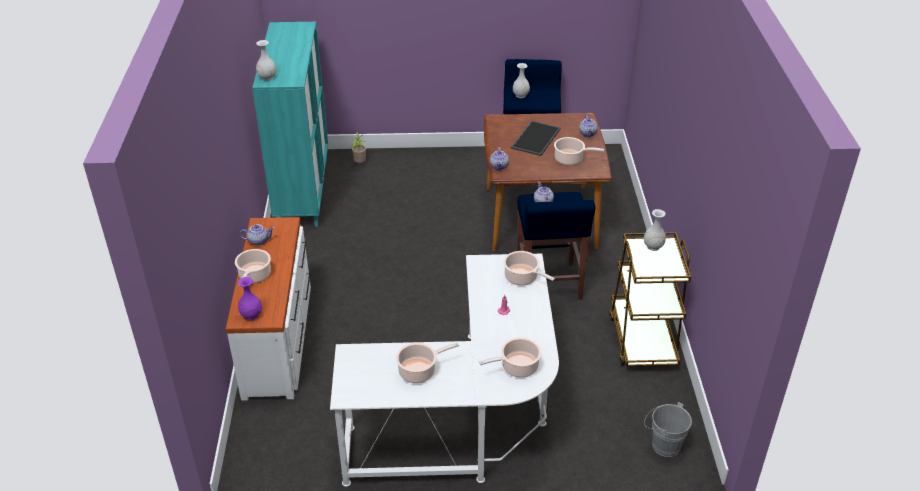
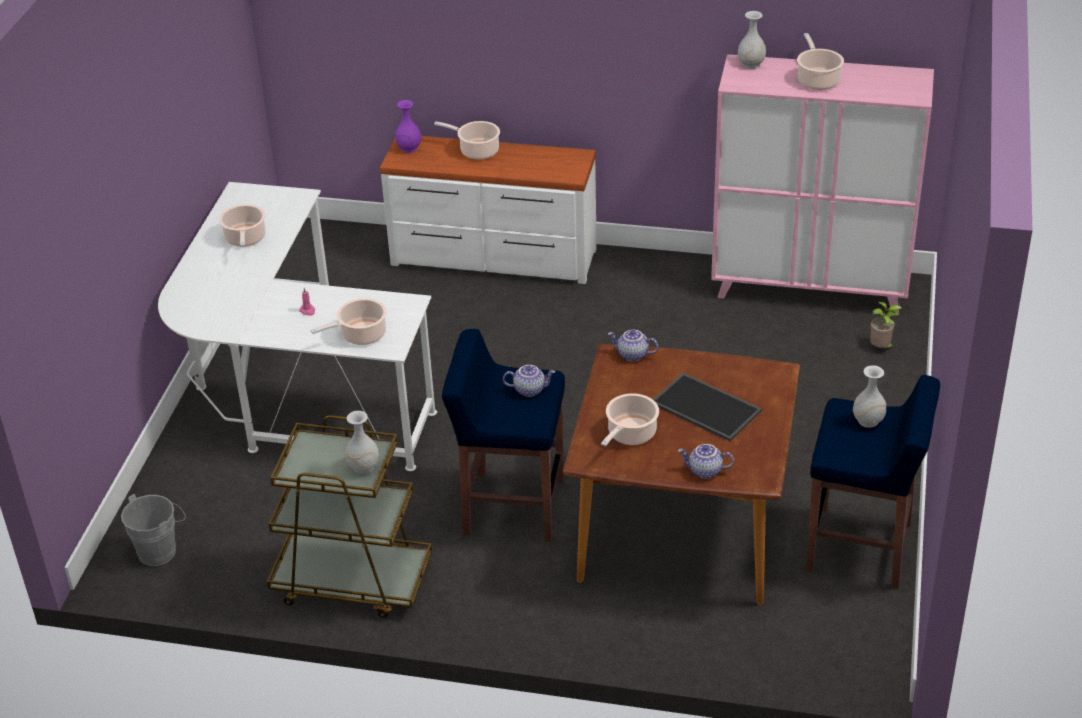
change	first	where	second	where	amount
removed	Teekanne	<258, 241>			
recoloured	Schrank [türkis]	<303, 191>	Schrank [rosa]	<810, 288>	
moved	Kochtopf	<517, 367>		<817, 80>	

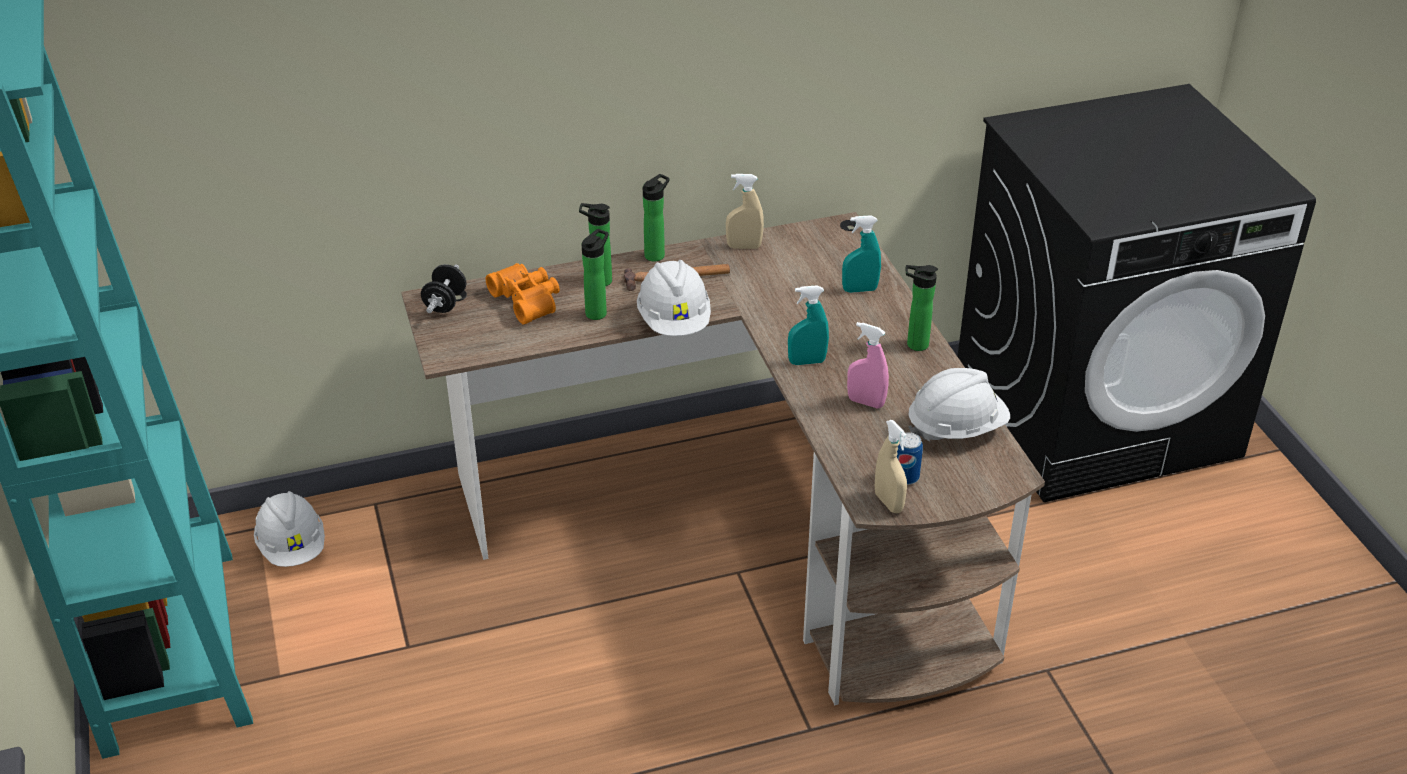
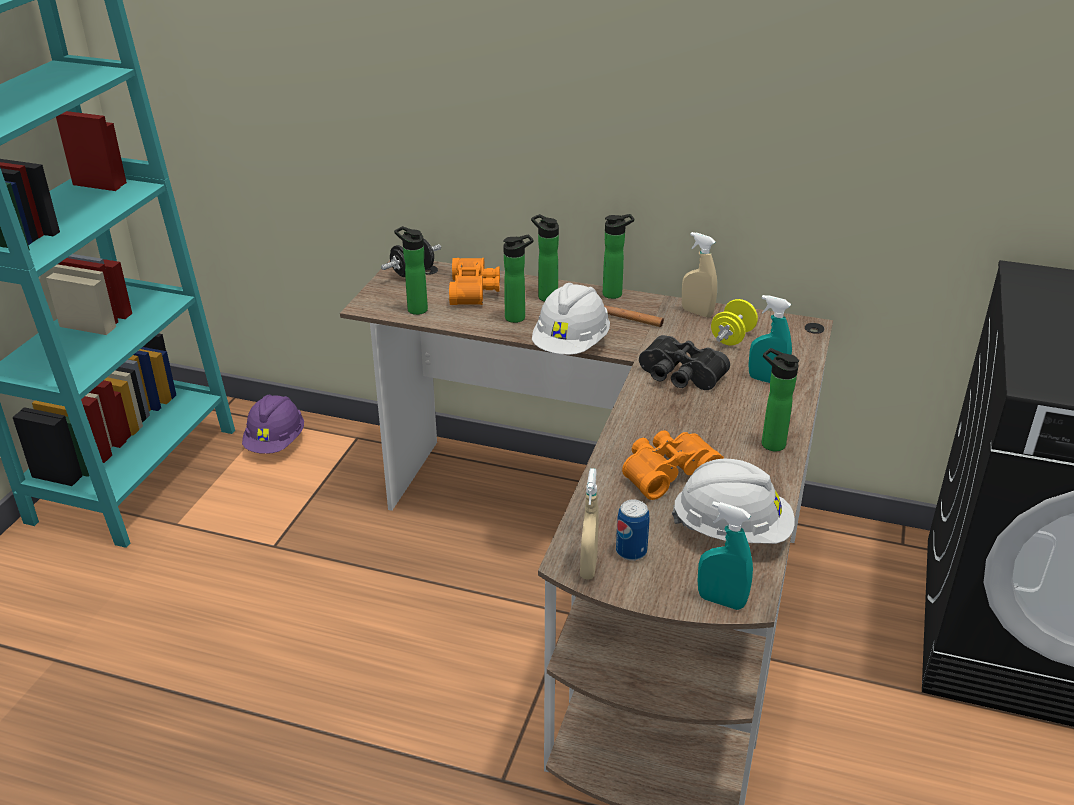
change	first	where	second	where	amount
recoloured	Schutzhelm [weiß]	<293, 547>	Schutzhelm [lila]	<276, 442>	
moved	Sprühflasche [türkis]	<807, 362>		<721, 601>	
replaced	Sprühflasche [rosa]	<865, 402>	Fernglas [orange]	<666, 472>	
added			Flasche	<415, 309>	
added			Fernglas [schwarz]	<679, 377>	
added			Hantel [gelb]	<732, 337>	

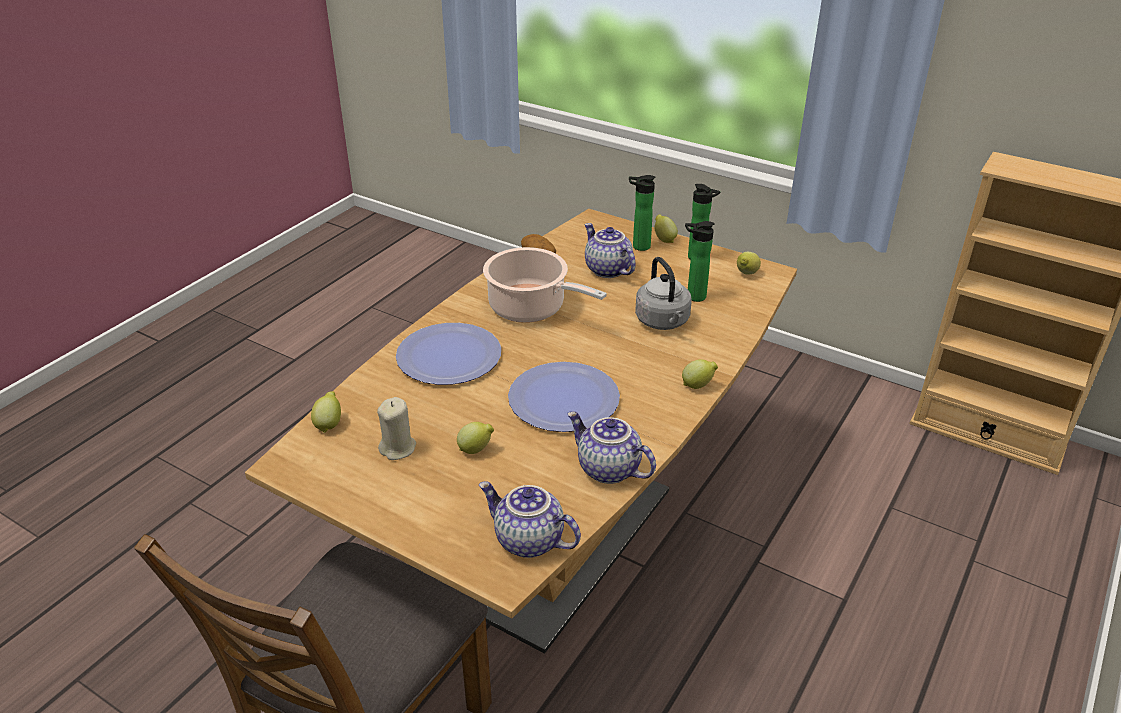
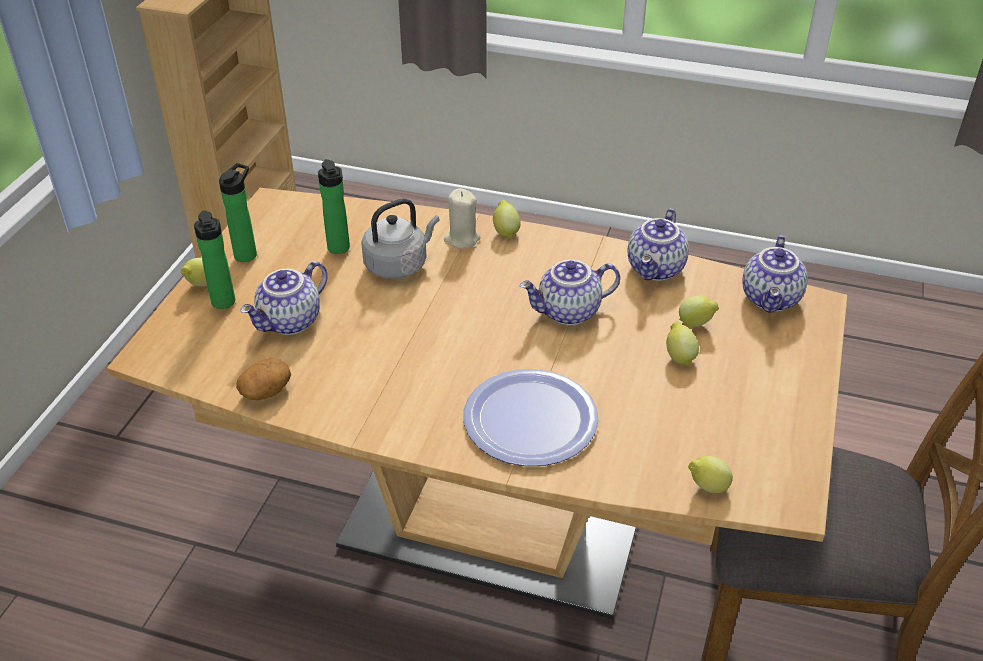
change	first	where	second	where	amount
moved	Kerze [beige]	<398, 448>		<462, 239>	
removed	Kochtopf	<531, 308>			
replaced	Teller	<563, 399>	Teekanne	<568, 313>	
moved	Zitrone	<746, 274>		<696, 324>	

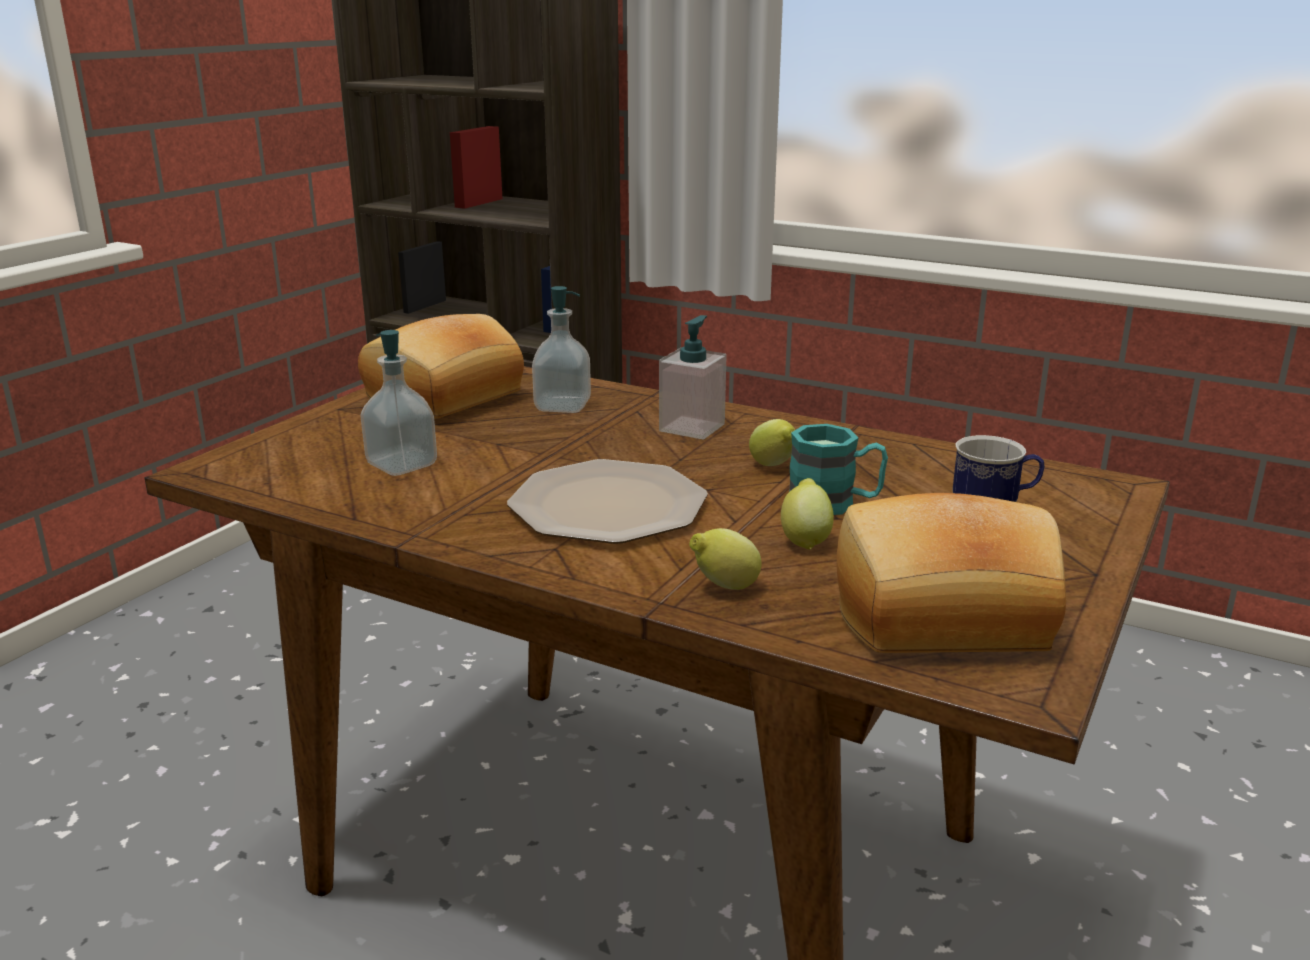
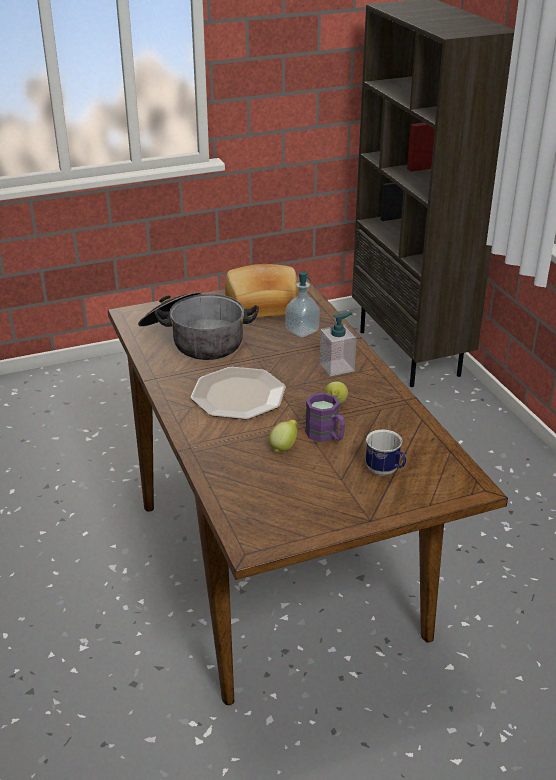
change	first	where	second	where	amount
replaced	Seifenspender	<402, 465>	Kochtopf	<195, 340>	
removed	Zitrone	<724, 587>			
recoloured	Henkelbecher [türkis]	<835, 504>	Henkelbecher [lila]	<326, 436>	
removed	Brot	<941, 617>			

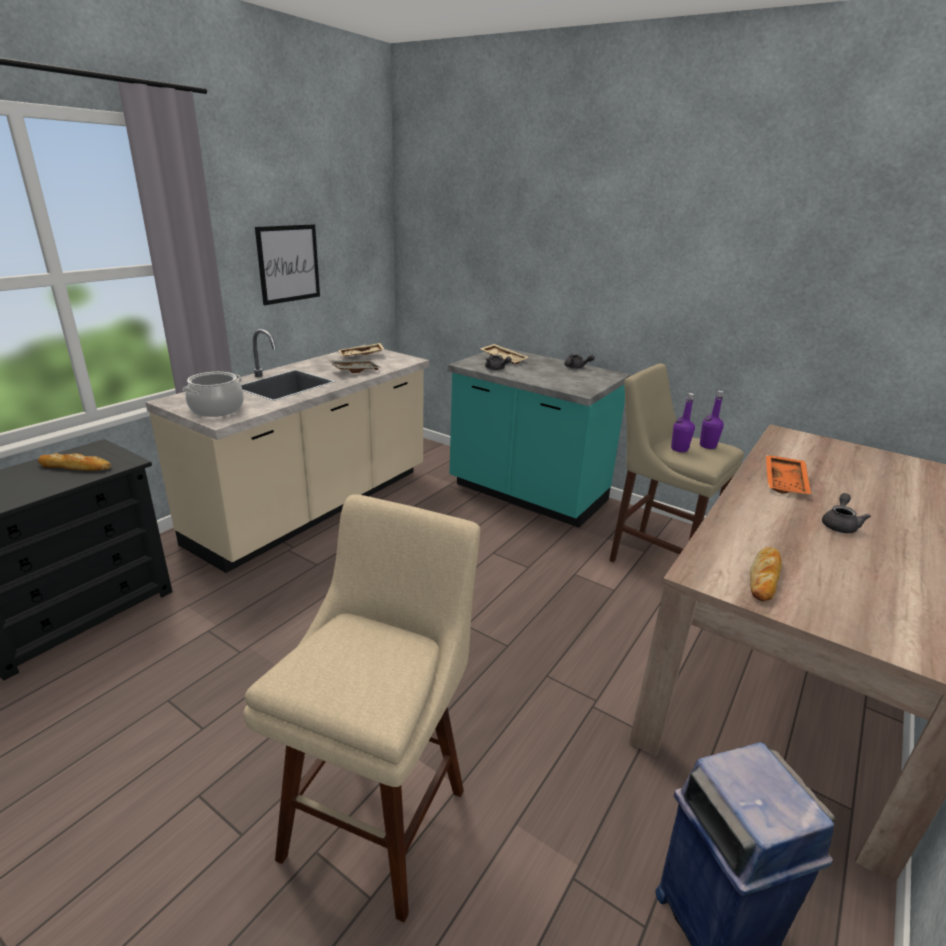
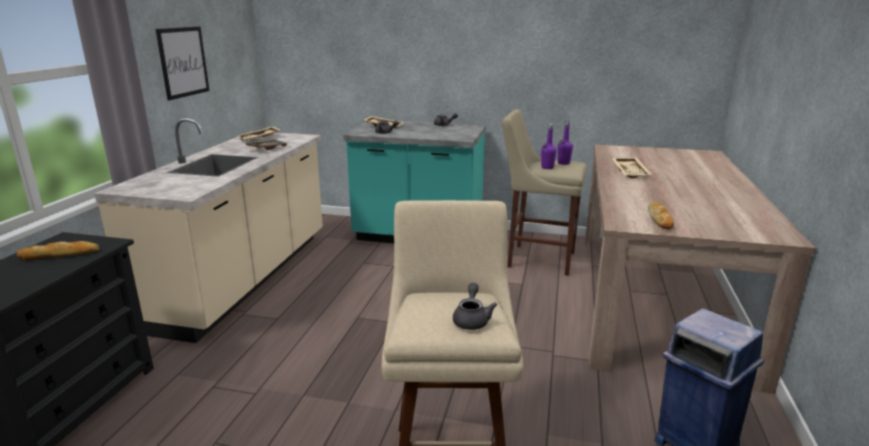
change	first	where	second	where	amount
removed	Kochtopf	<217, 409>			
recoloured	Tablett [orange]	<786, 482>	Tablett [beige]	<631, 172>	
moved	Teekanne [grau]	<839, 525>		<472, 319>	

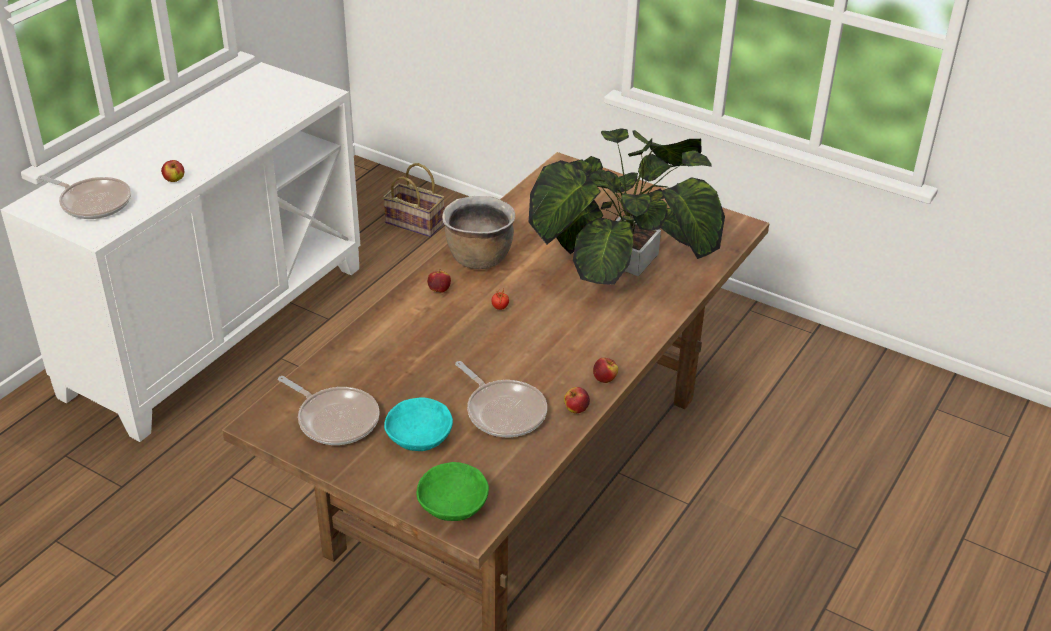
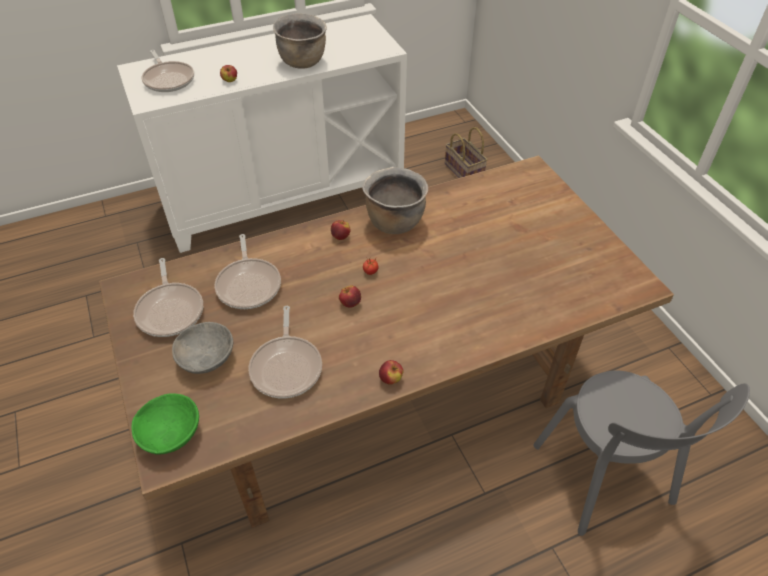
change	first	where	second	where	amount
recoloured	Schüssel [türkis]	<419, 438>	Schüssel [grau]	<207, 357>	
removed	Topfpflanze	<627, 257>			
moved	Apfel	<576, 409>		<350, 303>	
added			Pfanne	<249, 284>	
added			Kochtopf [braun]	<303, 62>	
added			Stuhl [grau]	<605, 479>	

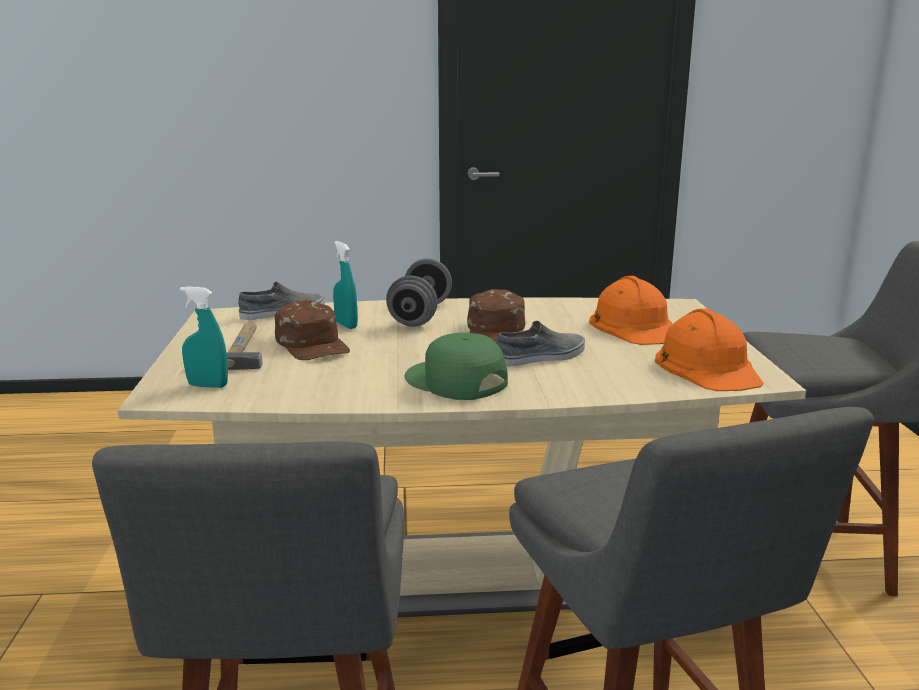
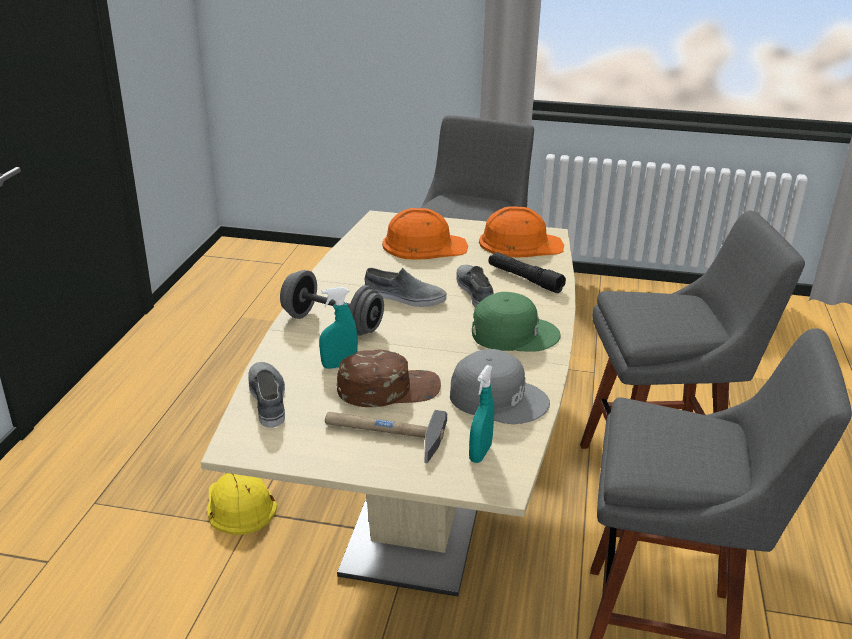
change	first	where	second	where	amount
turned	Kappe [grün]	<455, 381>		<513, 333>	150 degrees counterclockwise
replaced	Kappe [braun]	<497, 331>	Schuh [grau]	<404, 297>	
added			Schutzhelm [gelb]	<239, 505>	
added			Kappe [grau]	<498, 397>	
added			Taschenlampe [schwarz]	<525, 279>	

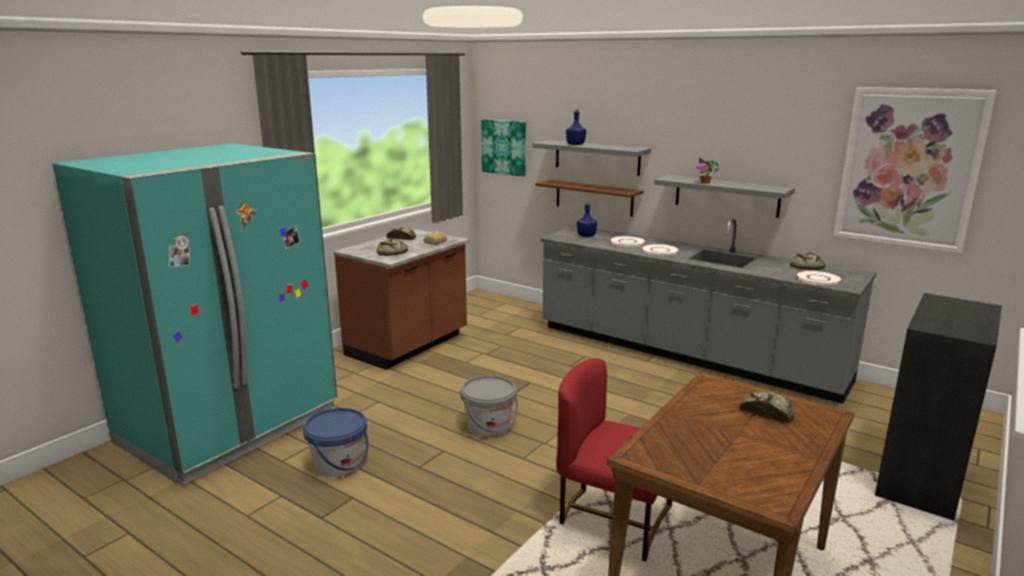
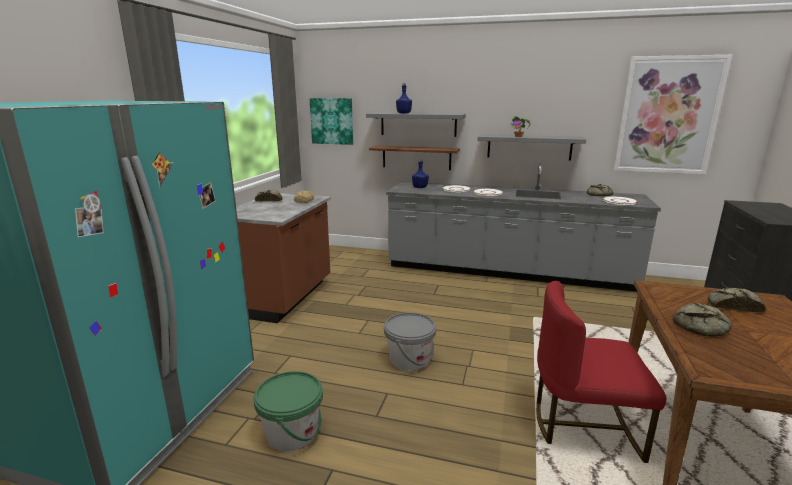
change	first	where	second	where	amount
recoloured	Eimer [blau]	<339, 464>	Eimer [grün]	<292, 433>	
moved	Brot	<391, 253>		<702, 326>	

